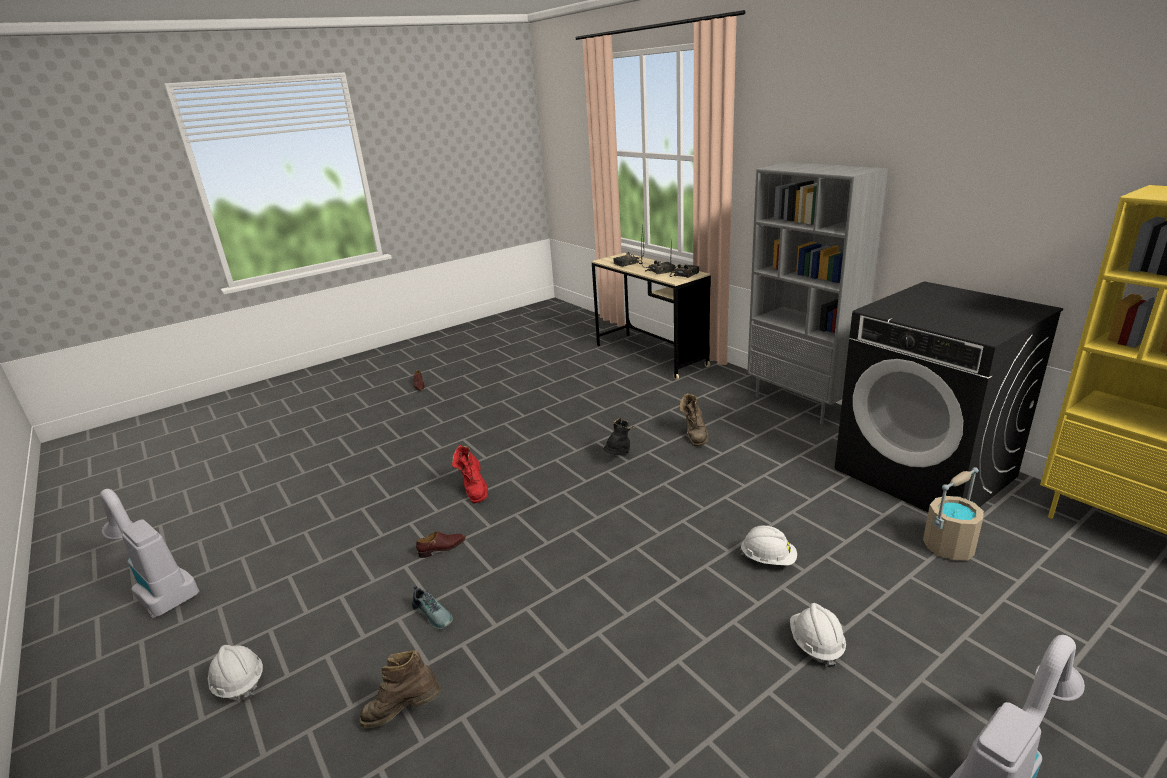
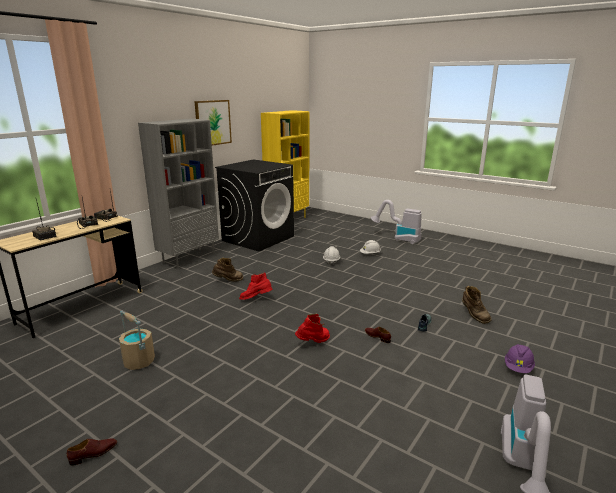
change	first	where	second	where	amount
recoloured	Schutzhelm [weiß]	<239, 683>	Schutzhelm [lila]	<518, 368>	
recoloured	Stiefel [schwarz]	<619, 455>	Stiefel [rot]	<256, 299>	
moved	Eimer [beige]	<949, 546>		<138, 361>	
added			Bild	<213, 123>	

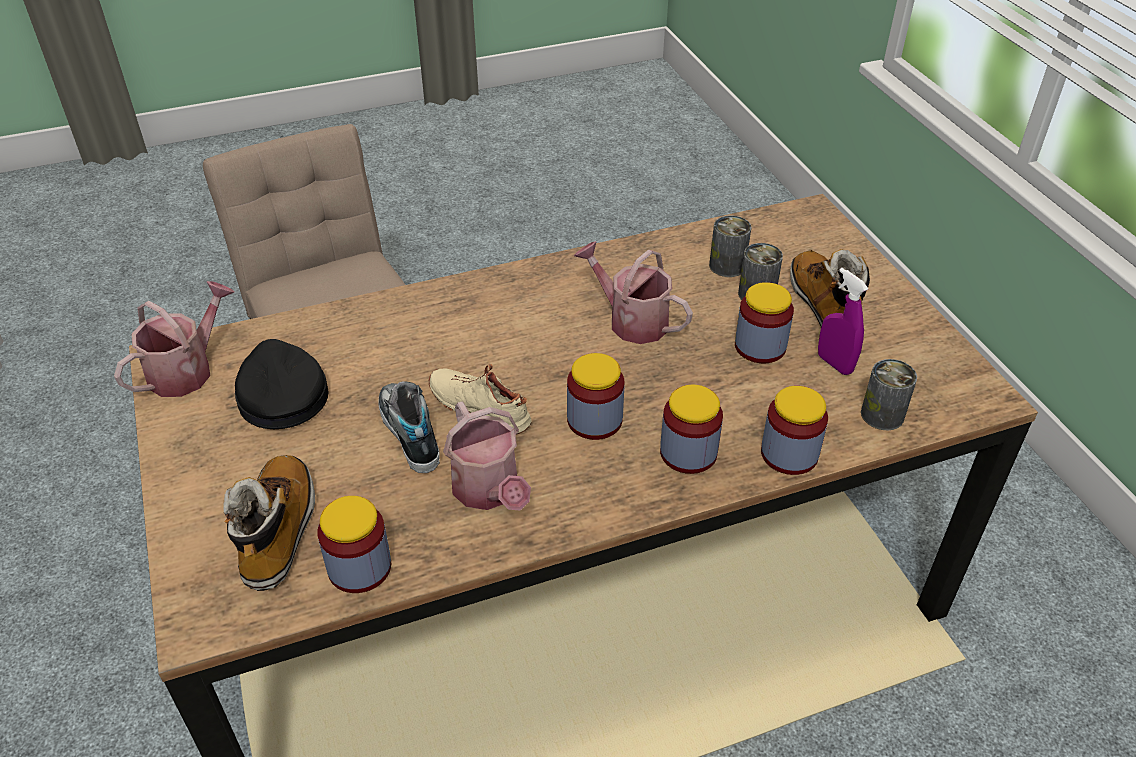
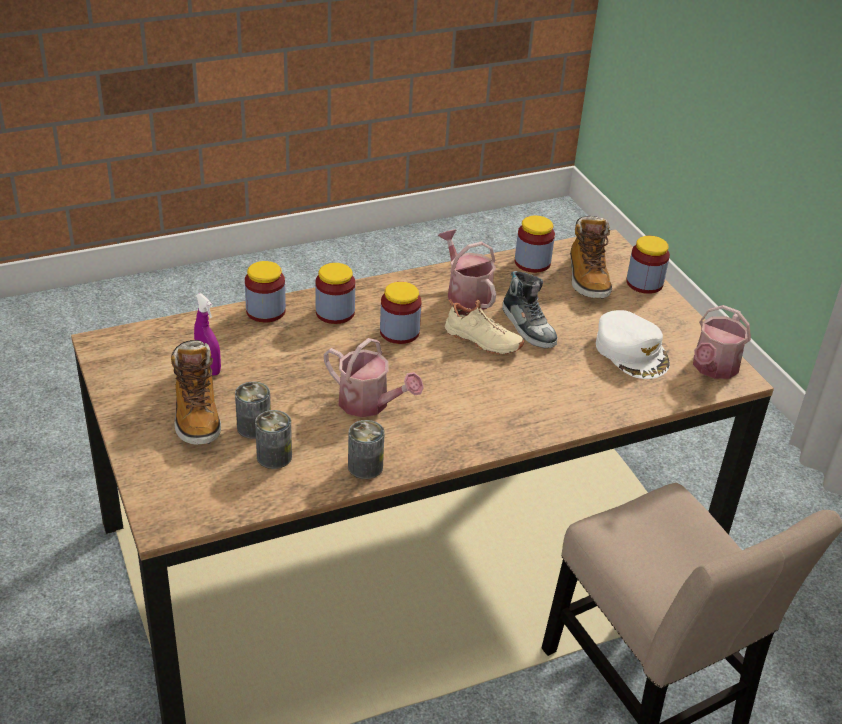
change	first	where	second	where	amount
recoloured	Kappe [schwarz]	<281, 393>	Kappe [weiß]	<632, 351>	
moved	Vorratsglas	<760, 346>		<644, 283>	
moved	Dose	<882, 415>		<365, 466>	

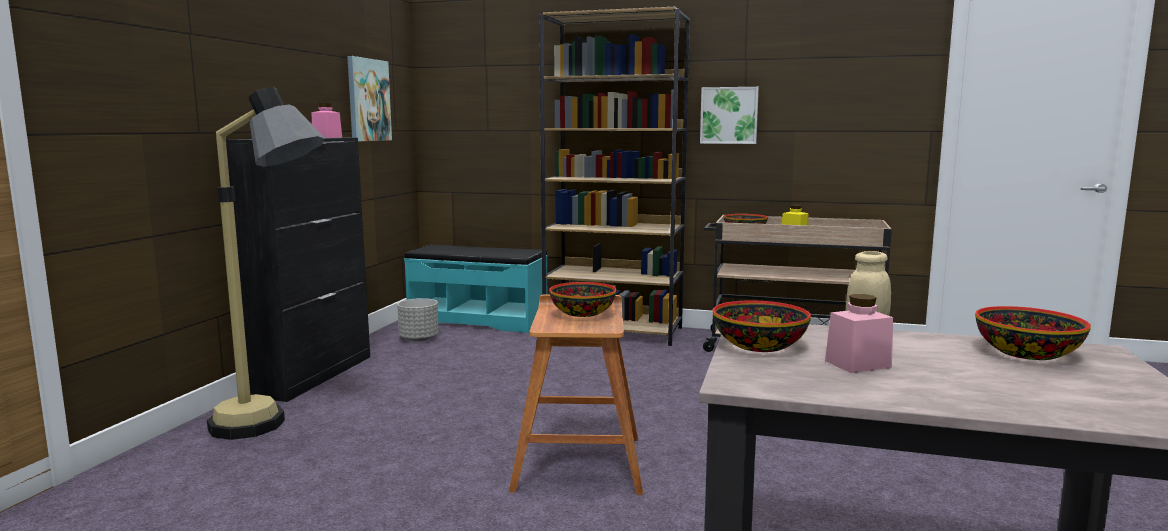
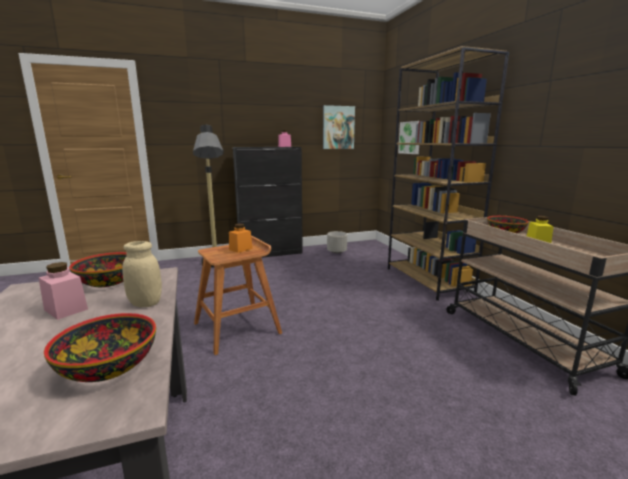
change	first	where	second	where	amount
removed	Bank [türkis]	<478, 320>			
replaced	Schüssel	<582, 313>	Vorratsglas [orange]	<240, 249>	
moved	Bild	<729, 115>		<410, 137>	

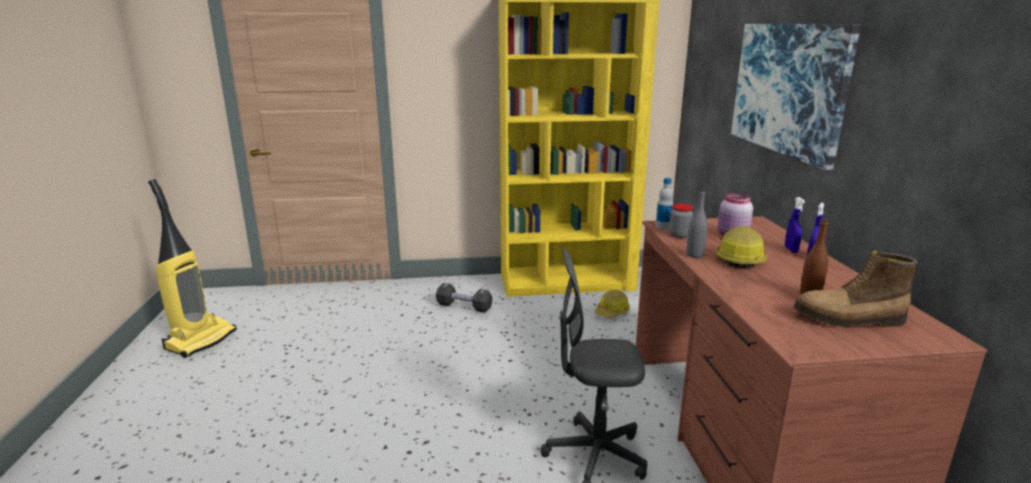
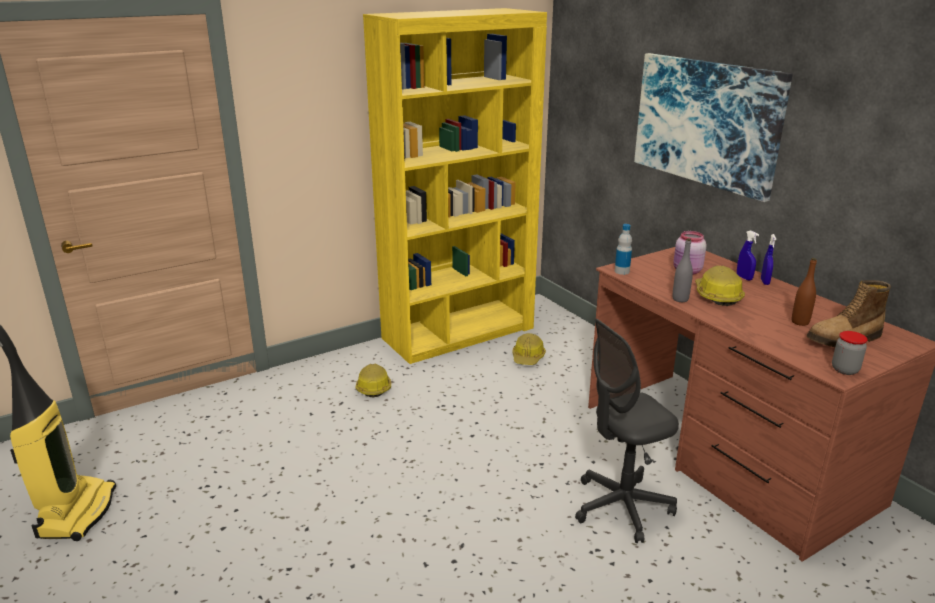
change	first	where	second	where	amount
replaced	Hantel [schwarz]	<464, 306>	Schutzhelm	<373, 387>	
moved	Vorratsglas	<679, 235>		<845, 370>	

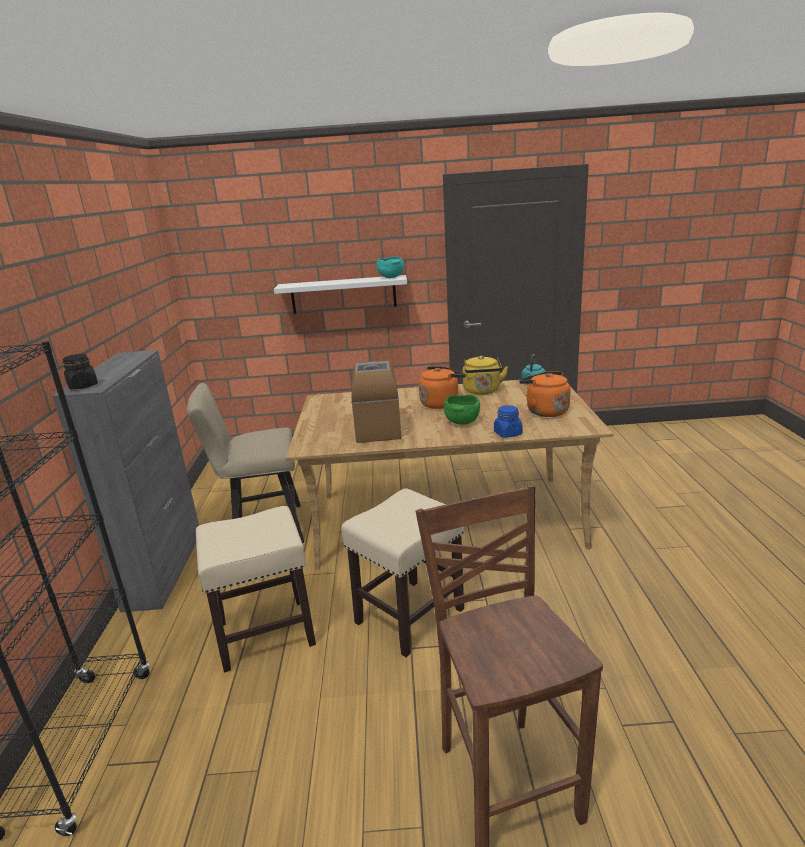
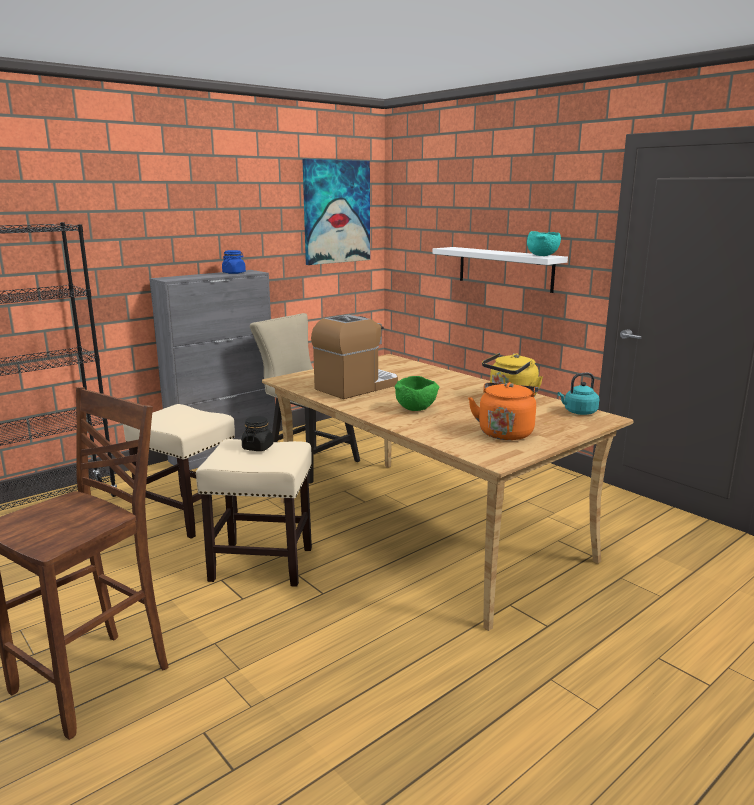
change	first	where	second	where	amount
moved	Vorratsglas [schwarz]	<83, 386>		<258, 447>	
removed	Wasserkessel [orange]	<441, 403>			
moved	Vorratsglas [blau]	<507, 433>		<234, 273>	
added			Bild	<336, 212>	

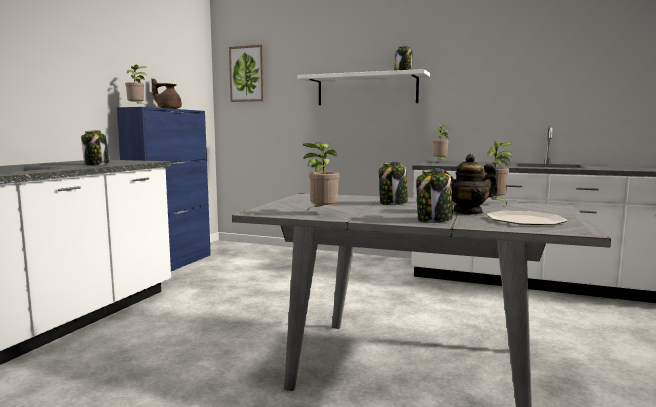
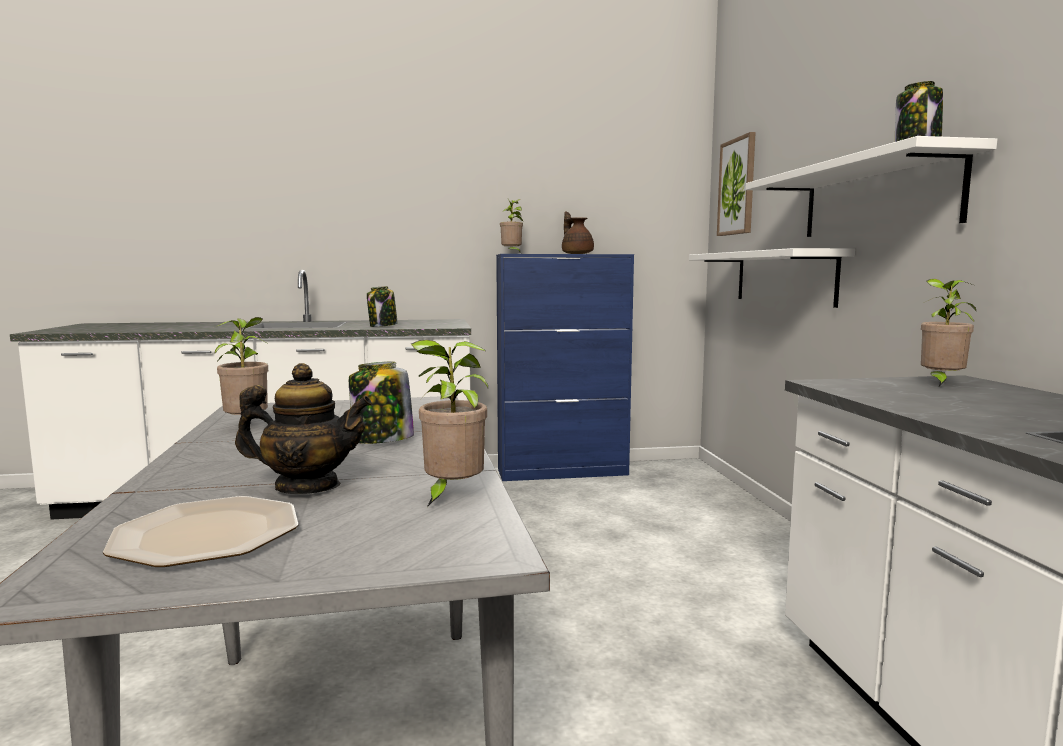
change	first	where	second	where	amount
removed	Vorratsglas	<434, 220>			
turned	Teekanne	<468, 212>		<307, 487>	135 degrees clockwise
added			Wandregal [weiß]	<783, 277>	

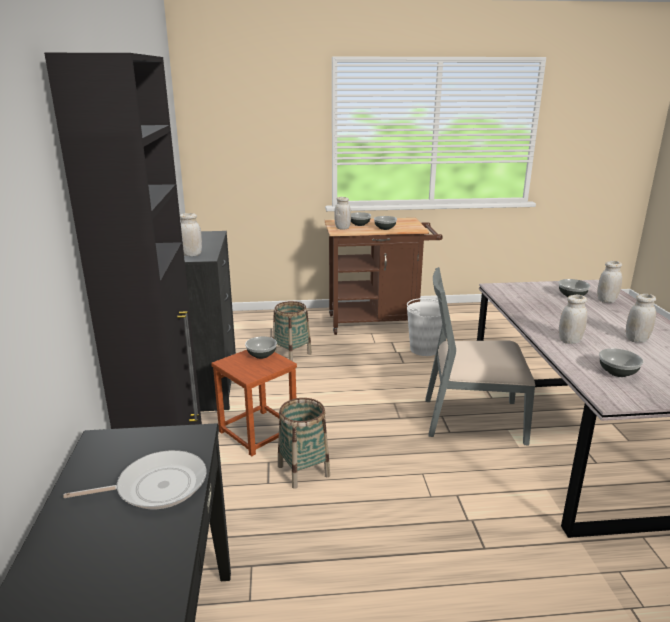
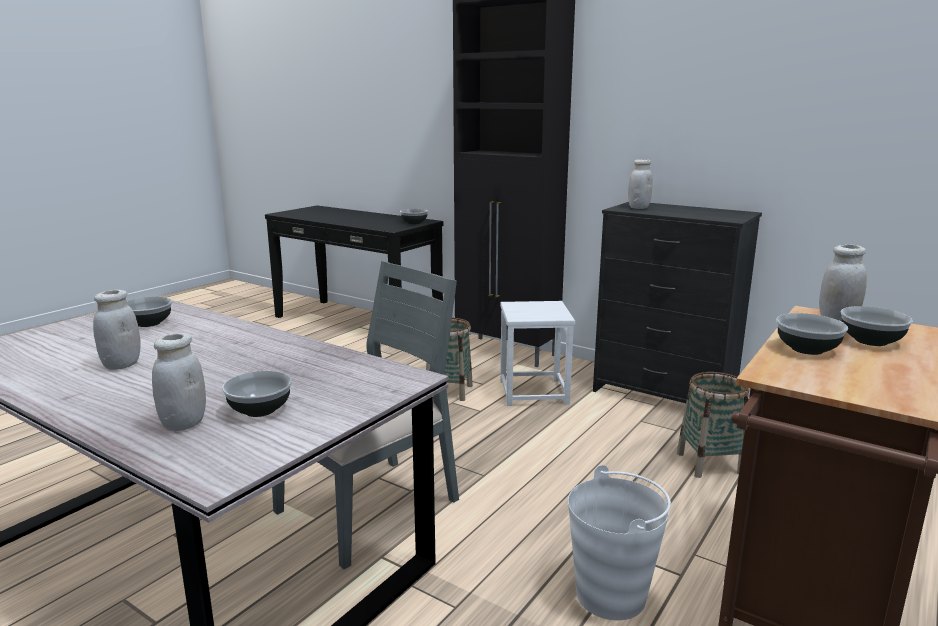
change	first	where	second	where	amount
removed	Pfanne	<156, 486>			
recoloured	Hocker [braun]	<258, 432>	Hocker [weiß]	<532, 392>	
moved	Schüssel	<262, 355>		<414, 223>	
removed	Vorratsglas [weiß]	<570, 341>			

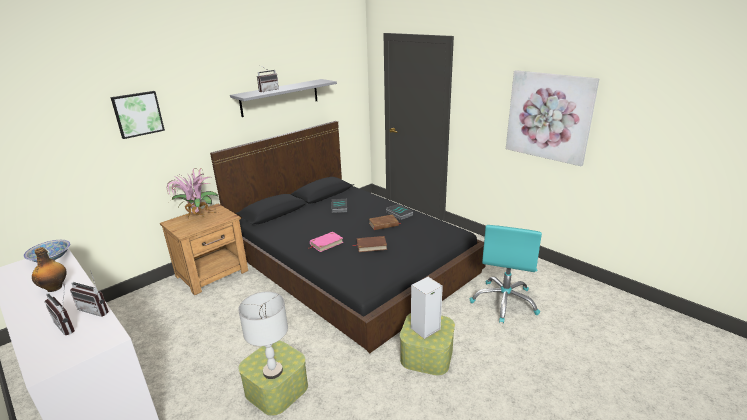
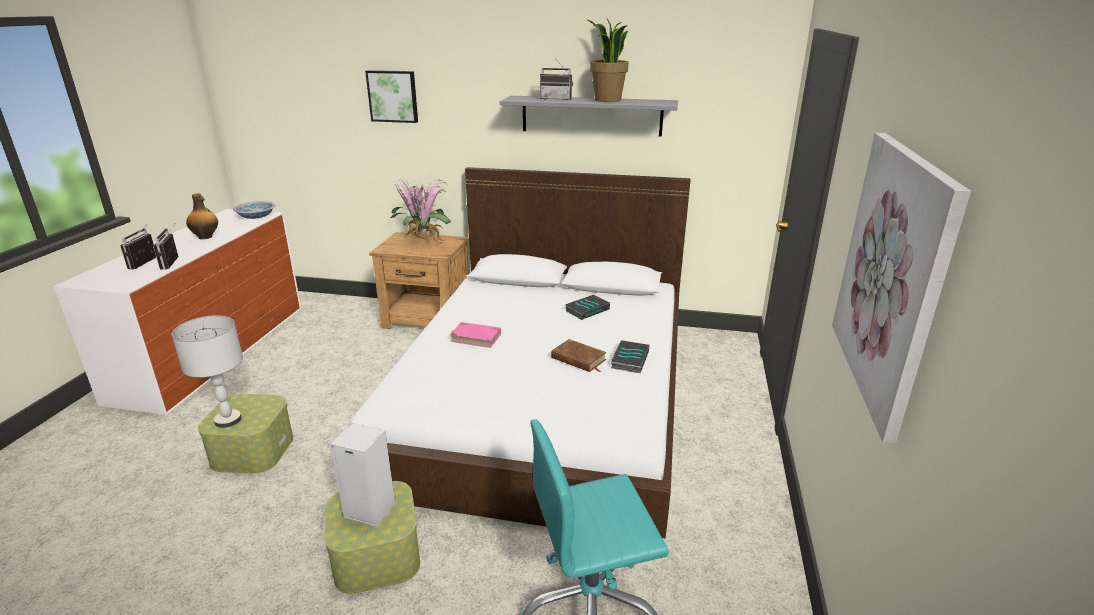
change	first	where	second	where	amount
recoloured	Bett [schwarz]	<350, 262>	Bett [weiß]	<544, 394>	
removed	Buch [braun]	<371, 246>			
added			Topfpflanze	<607, 100>	

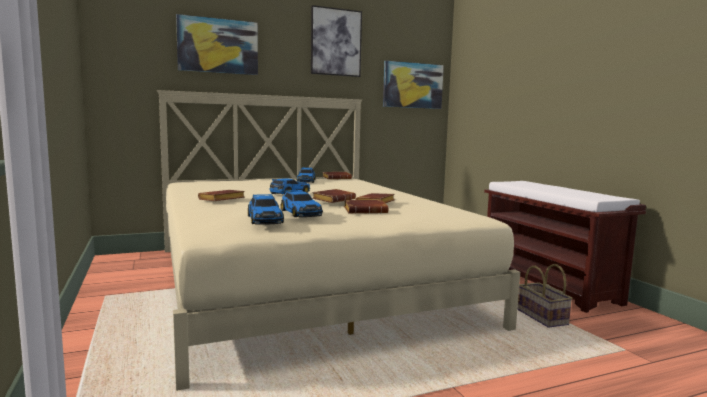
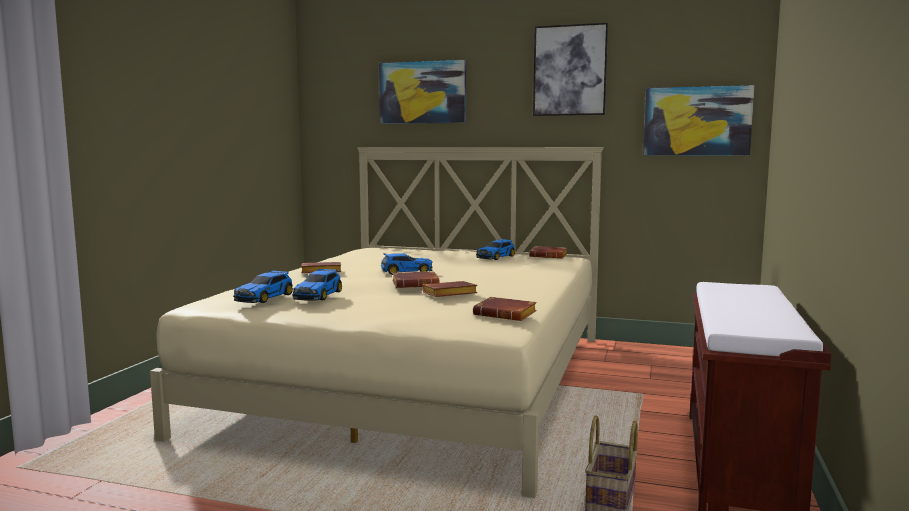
change	first	where	second	where	amount
moved	Buch [braun]	<366, 211>		<507, 314>	

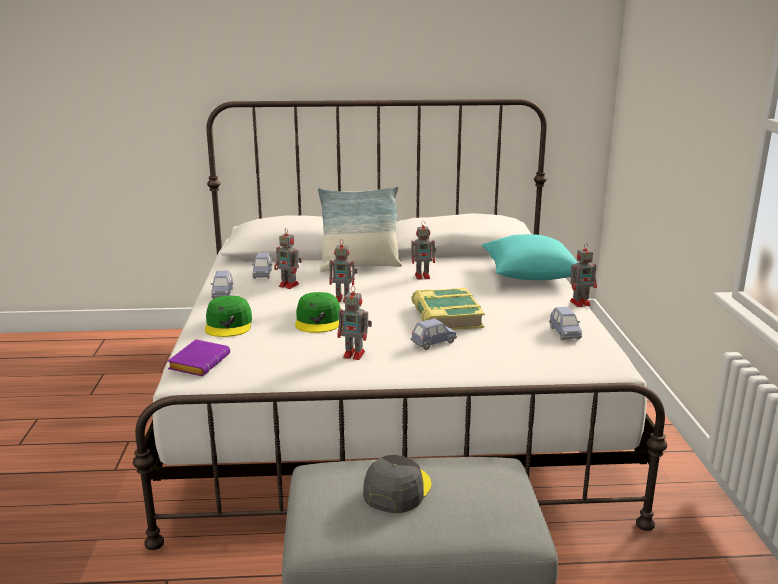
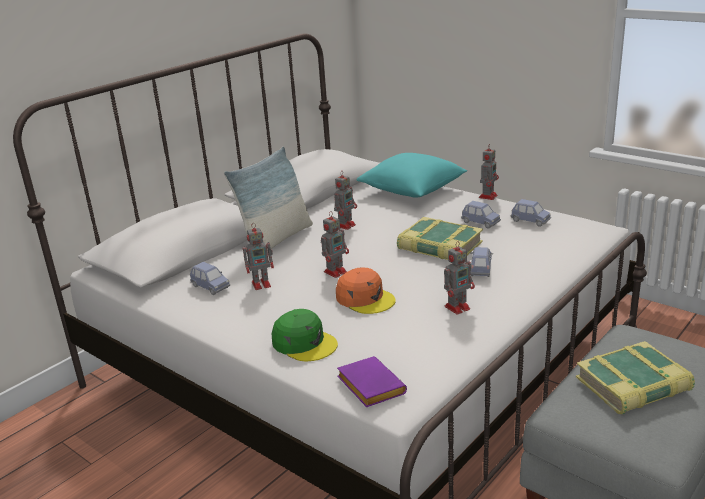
change	first	where	second	where	amount
moved	Spielzeugauto [blau]	<222, 294>		<480, 223>	
recoloured	Kappe [grün]	<318, 321>	Kappe [orange]	<365, 298>	
replaced	Kappe [grau]	<397, 490>	Buch	<633, 386>	

